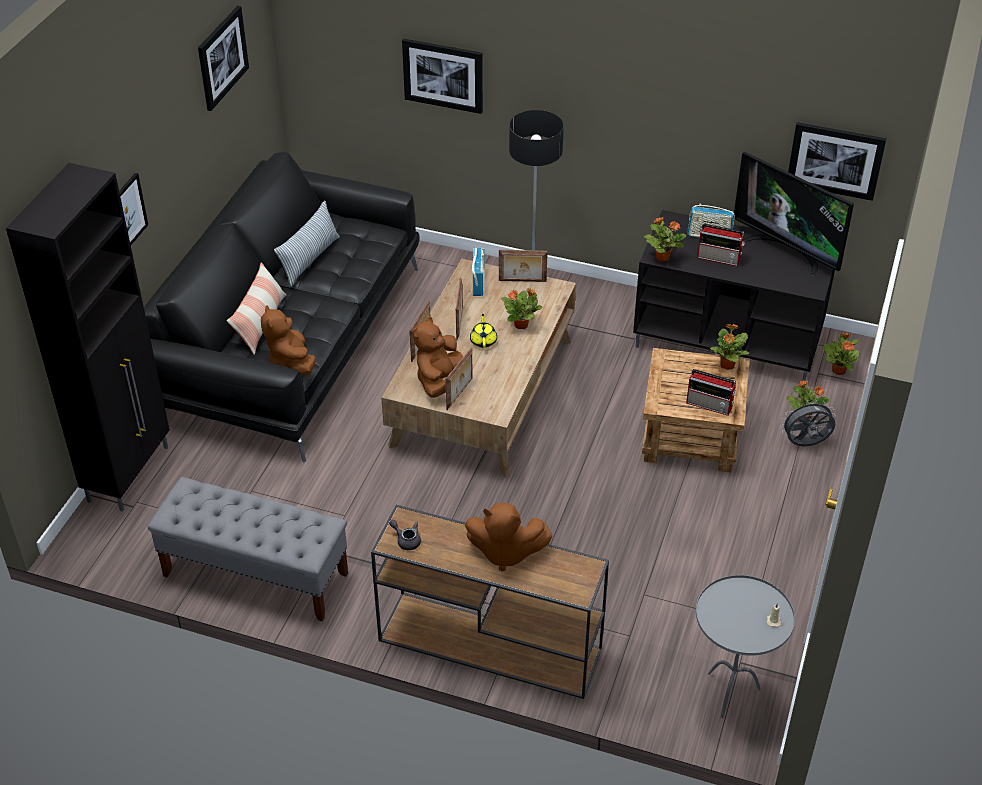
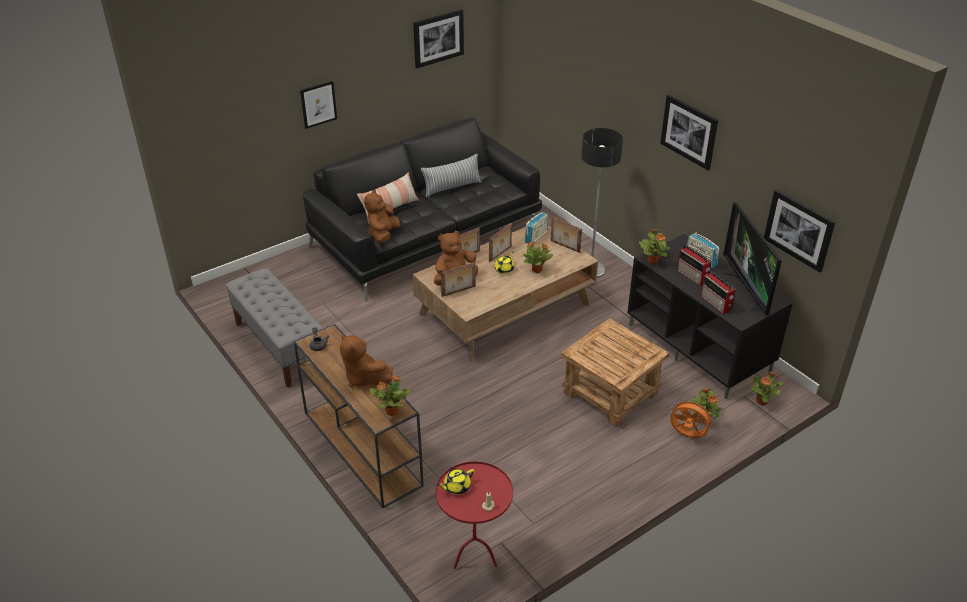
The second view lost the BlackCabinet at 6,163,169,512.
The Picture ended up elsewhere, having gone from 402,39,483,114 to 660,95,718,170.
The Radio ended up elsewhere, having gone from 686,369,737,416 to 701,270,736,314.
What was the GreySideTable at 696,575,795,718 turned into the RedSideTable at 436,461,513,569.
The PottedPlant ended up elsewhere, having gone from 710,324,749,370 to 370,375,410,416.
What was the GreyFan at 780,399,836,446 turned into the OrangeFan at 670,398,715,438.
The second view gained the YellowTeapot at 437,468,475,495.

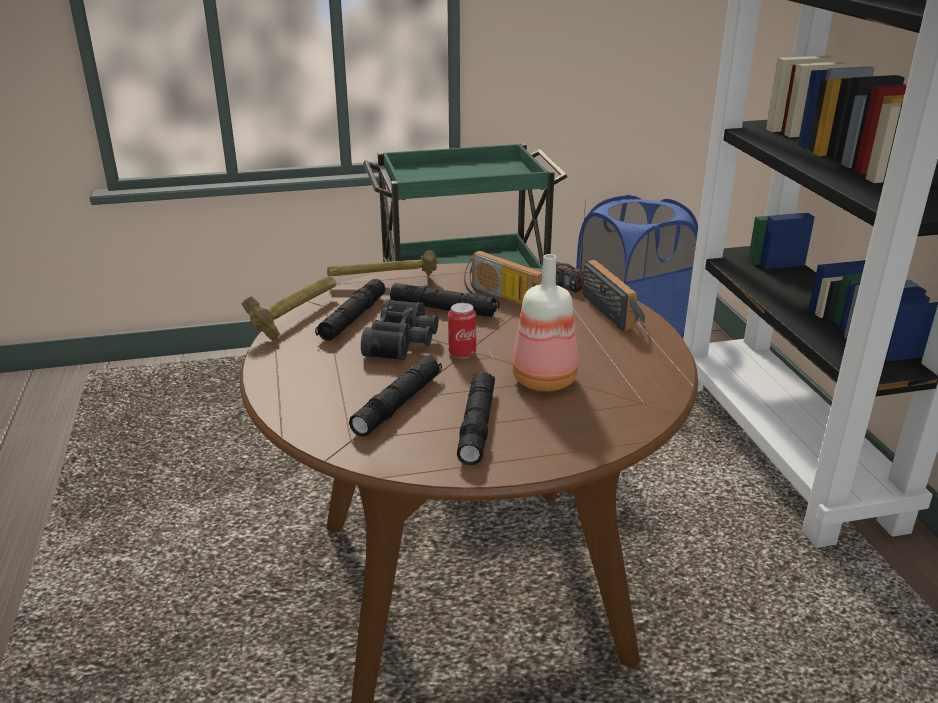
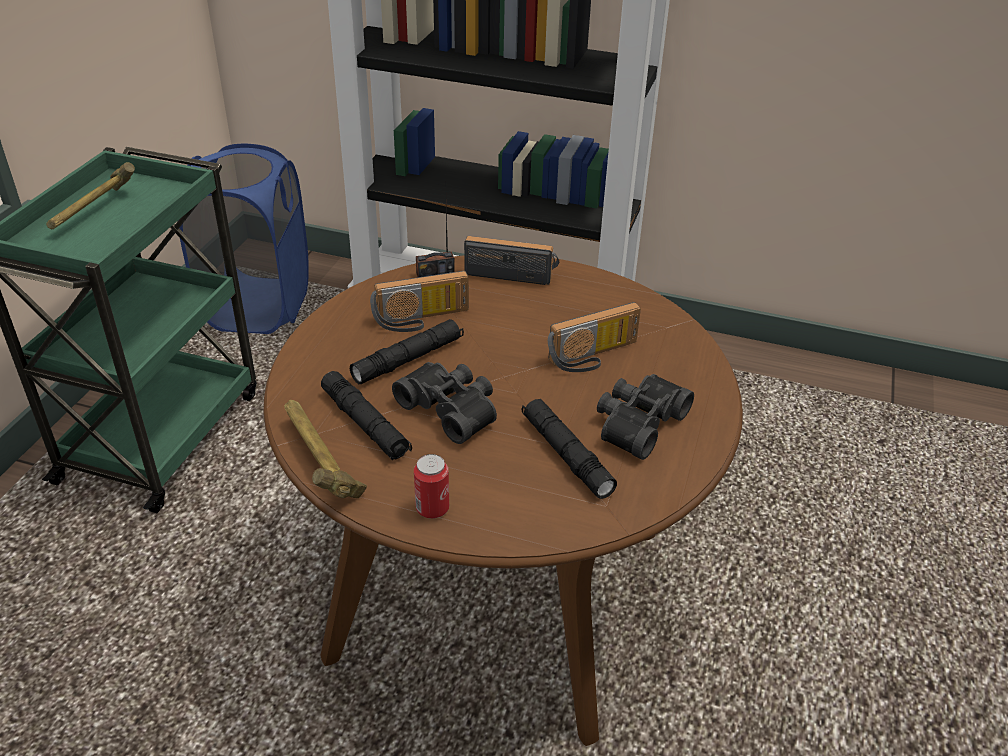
The Hammer ended up elsewhere, having gone from 327,250,438,276 to 46,162,135,229.
The Can ended up elsewhere, having gone from 448,303,476,359 to 414,454,449,519.
Where the BlackFlashlight stood at 457,372,495,465, the BlackBinoculars came to stand at 597,374,694,460.
Where the Bottle stood at 512,254,578,391, the Radio came to stand at 548,302,641,372.

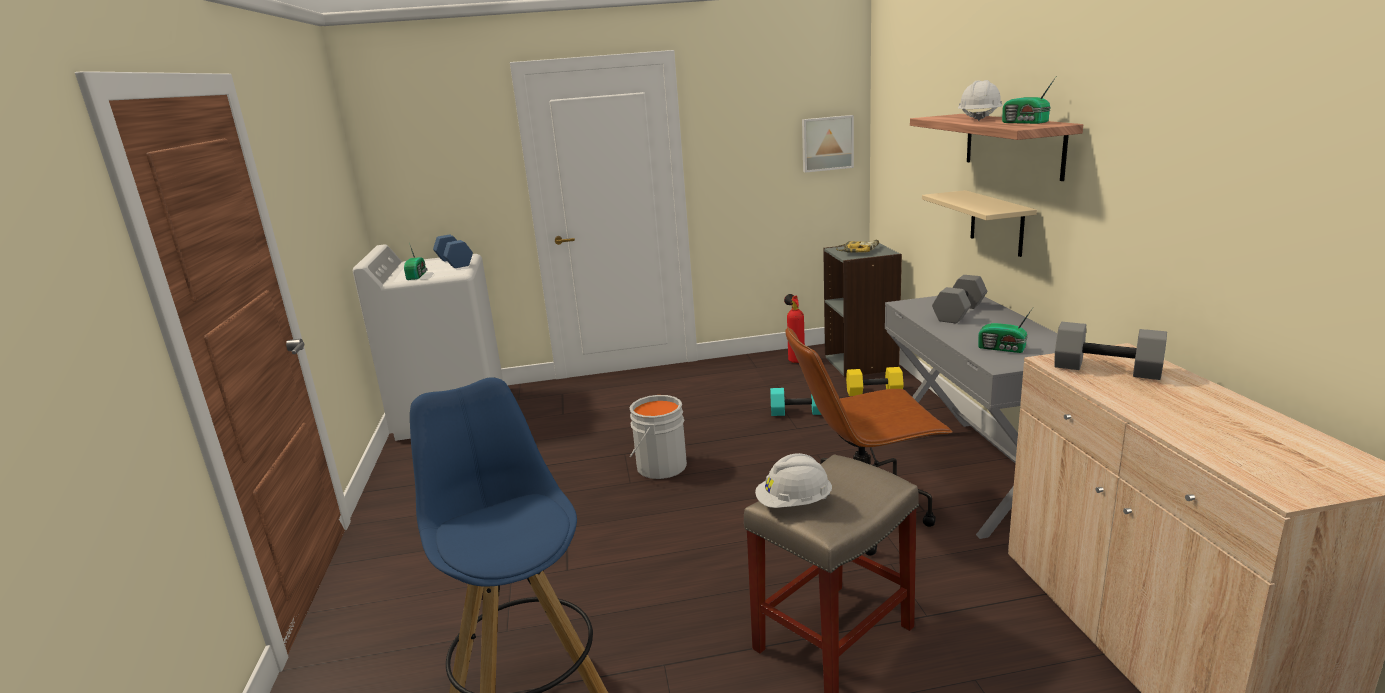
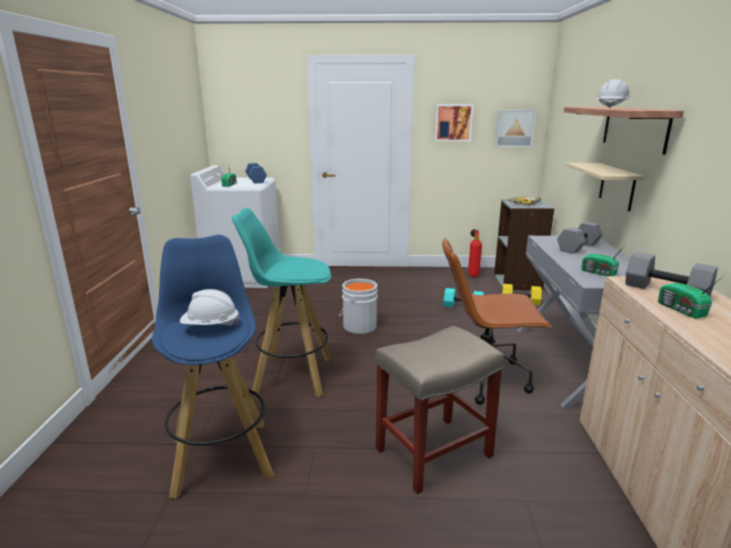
The WhiteHardHat ended up elsewhere, having gone from 755,453,832,508 to 180,289,240,325.
The Radio ended up elsewhere, having gone from 1002,77,1056,124 to 658,277,722,319.
The second view gained the TurquoiseStool at 232,208,332,397.
The second view gained the Picture at 435,104,473,141.

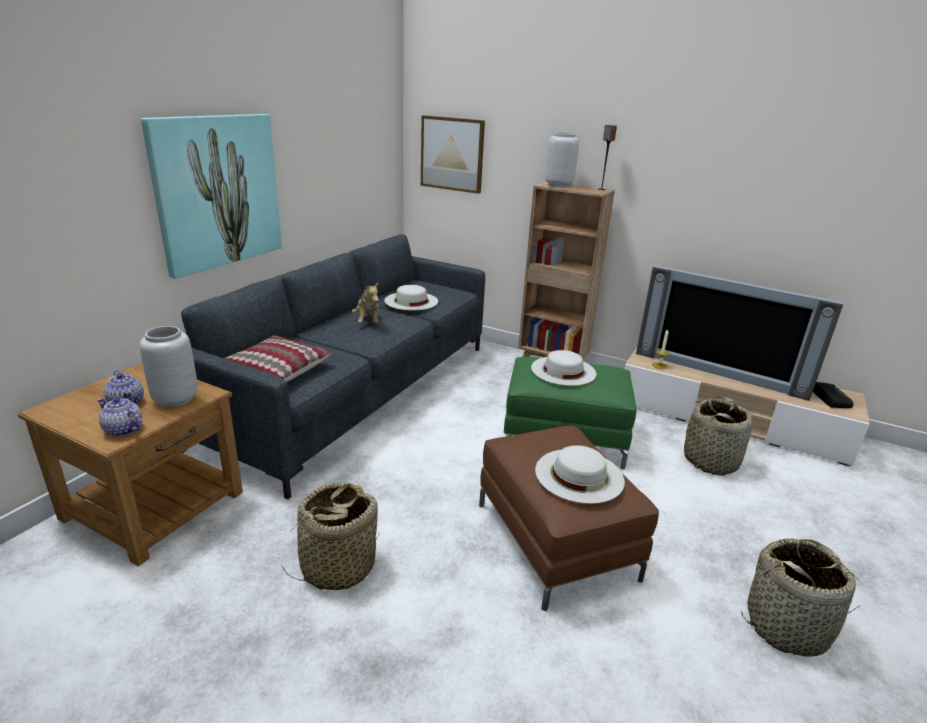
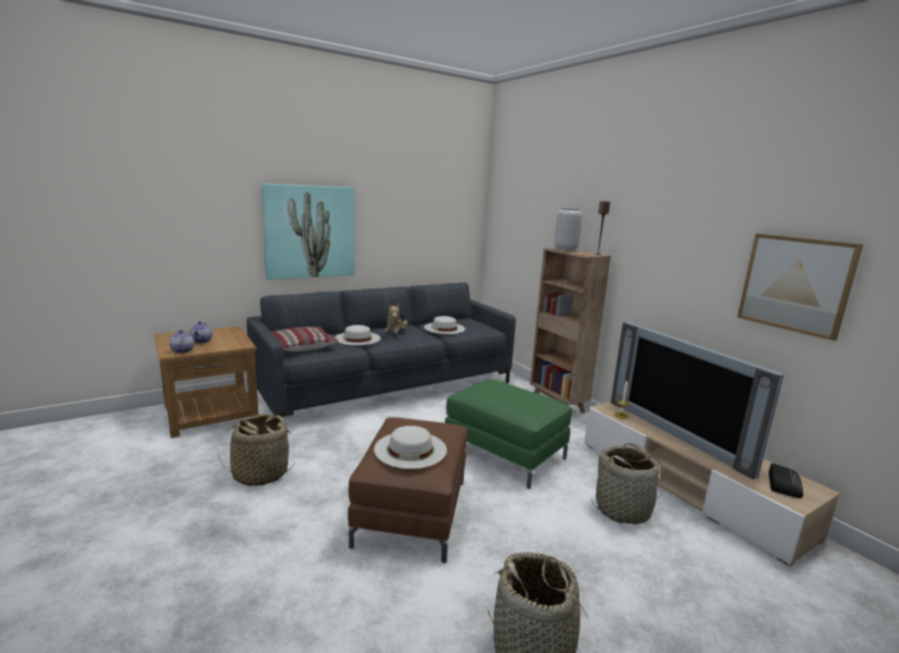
The second view lost the GreyVase at 139,326,198,407.
The Picture ended up elsewhere, having gone from 421,115,485,194 to 737,234,863,341.
The WhiteHat ended up elsewhere, having gone from 531,350,597,386 to 334,325,381,345.

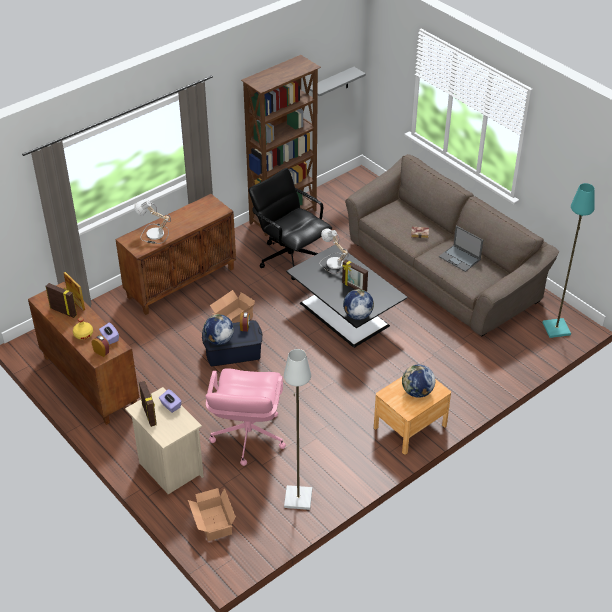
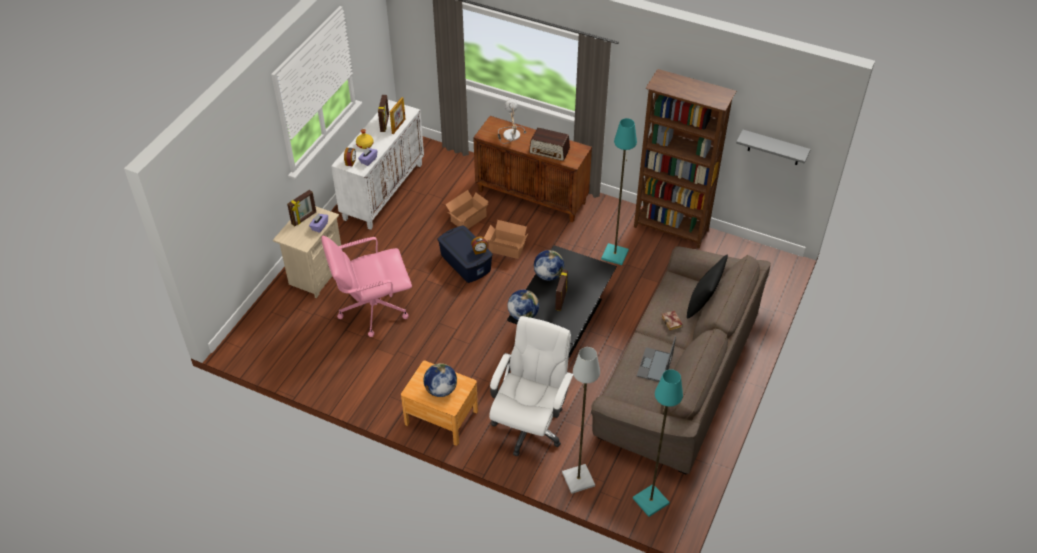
What was the BrownCabinet at 28,282,139,425 turned into the WhiteCabinet at 331,100,424,230.
The CardboardBox ended up elsewhere, having gone from 188,488,236,541 to 446,190,489,229.
The Globe ended up elsewhere, having gone from 203,314,234,345 to 534,250,564,281.
Where the BlackOfficeChair stood at 248,168,332,280, the TurquoiseFloorLamp came to stand at 601,118,637,265.
The GreyFloorLamp ended up elsewhere, having gone from 284,349,312,510 to 562,347,600,494.
The second view lost the TableLamp at 319,229,349,274.
The second view gained the WhiteOfficeChair at 489,316,573,456.
The second view gained the Radio at 529,128,570,161.
The second view gained the BlackPillow at 687,255,728,319.

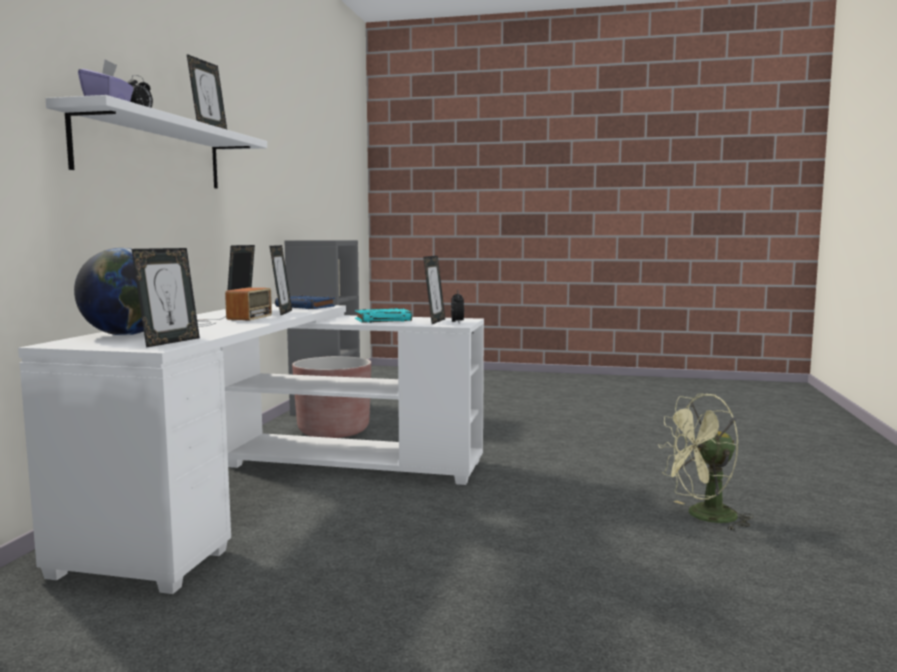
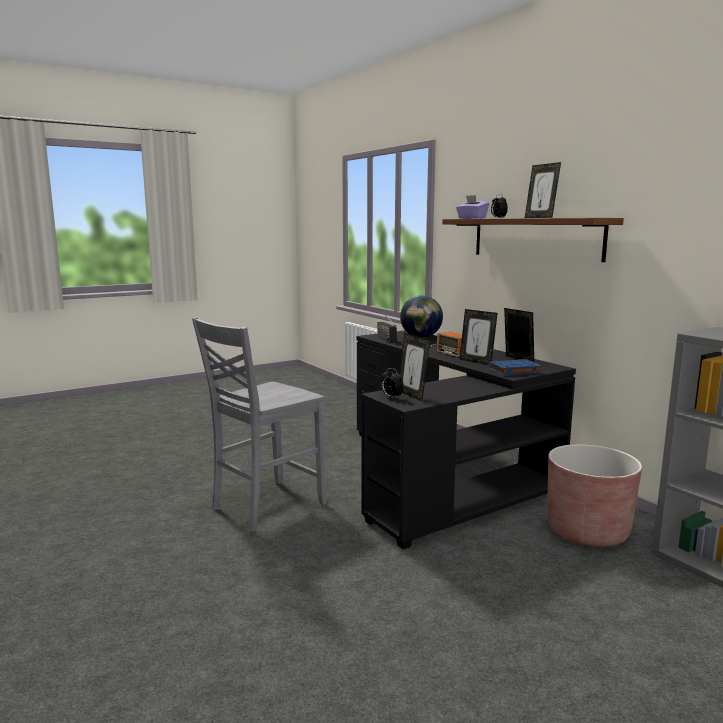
What was the WhiteDesk at 18,304,484,594 turned into the BlackDesk at 357,330,576,549.
What was the WhiteShelf at 46,95,267,188 turned into the BrownShelf at 442,218,624,262.
Where the PictureFrame stood at 132,248,200,348, the Radio came to stand at 377,307,397,343.
The second view lost the TurquoiseBook at 355,308,412,323.
The second view lost the GreenFan at 658,393,754,531.
The second view gained the GreyChair at 192,317,327,532.

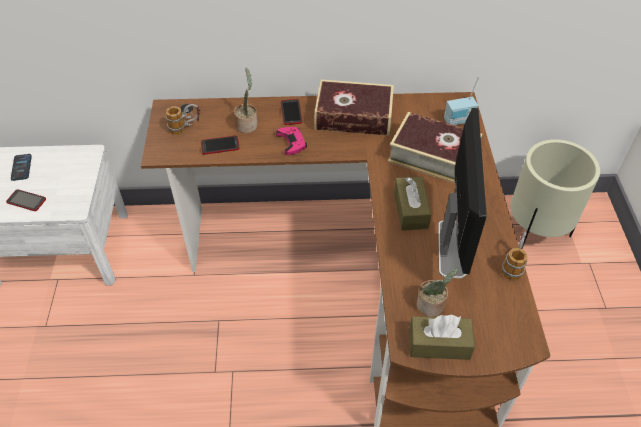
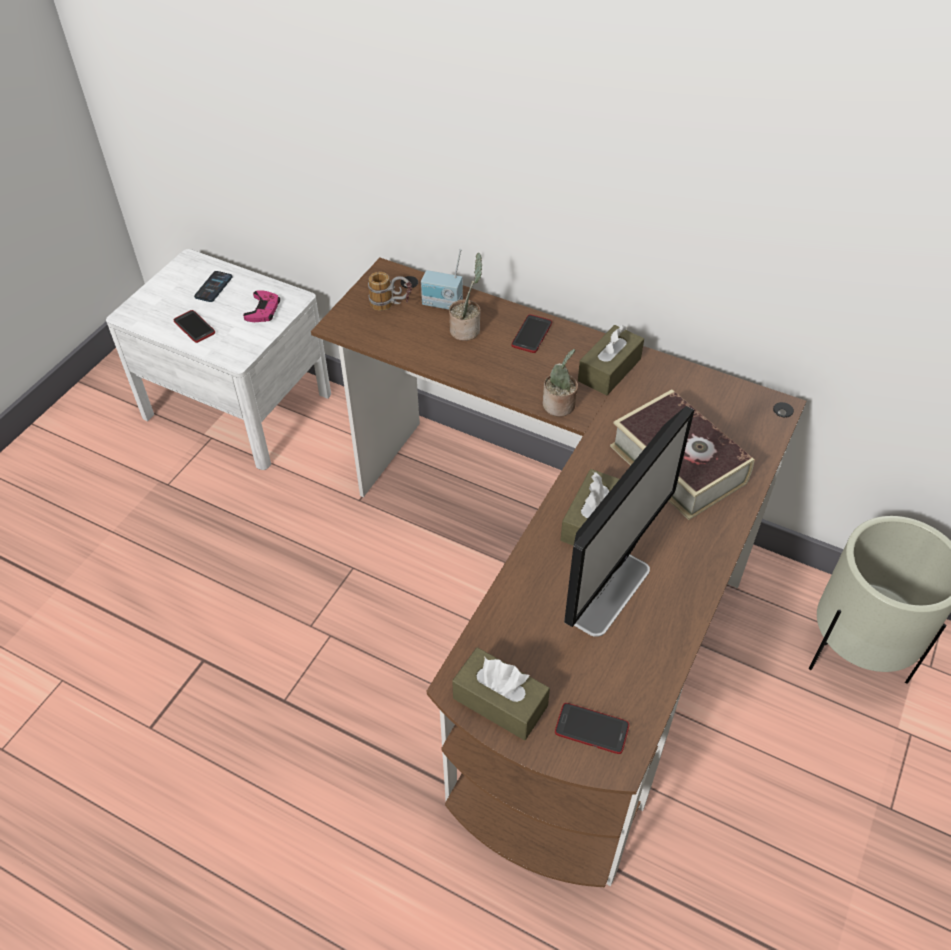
The Phone ended up elsewhere, having gone from 201,136,240,155 to 555,703,629,754.
The PinkGameController ended up elsewhere, having gone from 276,127,307,155 to 243,290,280,322.
Where the Book stood at 315,80,394,136, the BrownTissueBox came to stand at 578,325,644,395.
The PottedPlant ended up elsewhere, having gone from 417,268,458,317 to 543,349,578,416.
The Radio ended up elsewhere, having gone from 444,77,479,125 to 421,249,463,310.
The second view lost the Mug at 501,231,528,281.

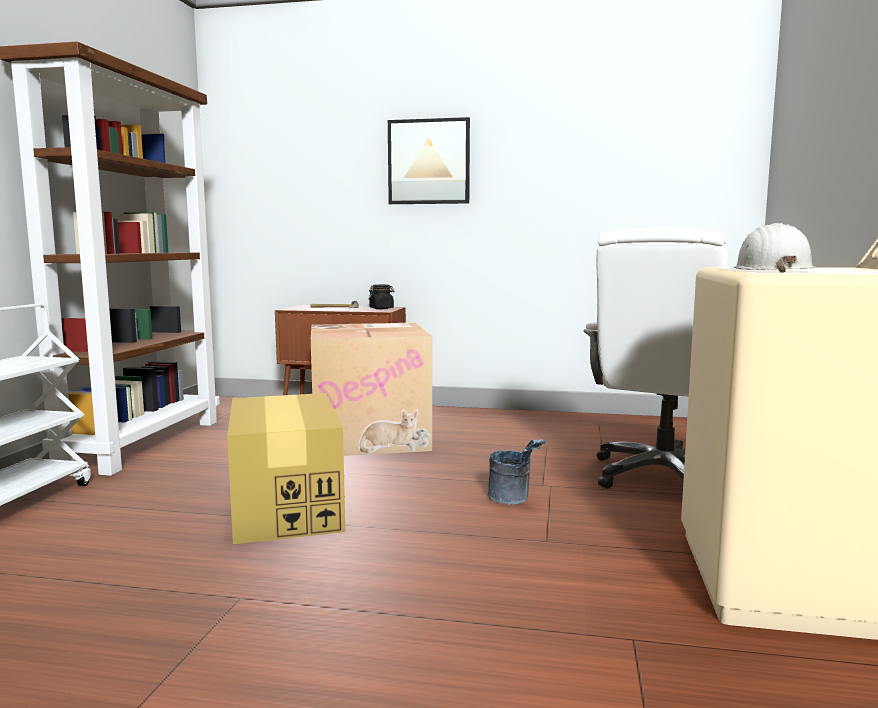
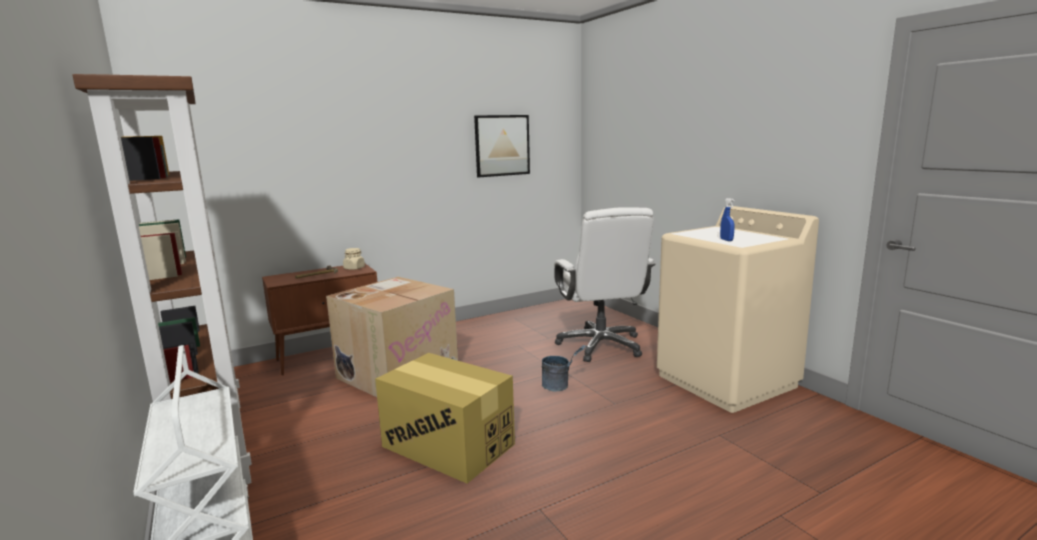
What was the BlackJar at 369,284,395,309 turned into the BeigeJar at 343,248,365,270.
The Picture ended up elsewhere, having gone from 388,117,470,204 to 474,115,530,177.
Where the WhiteHardHat stood at 734,223,816,273, the BlueSprayBottle came to stand at 720,198,735,241.

